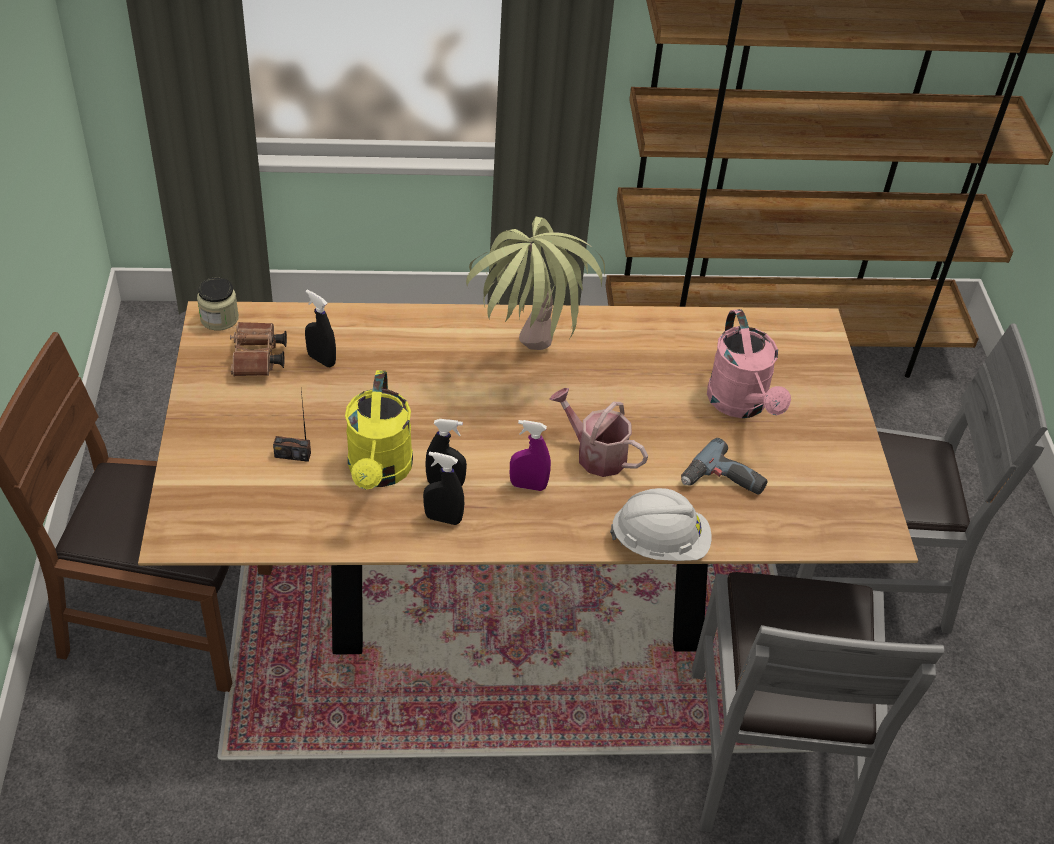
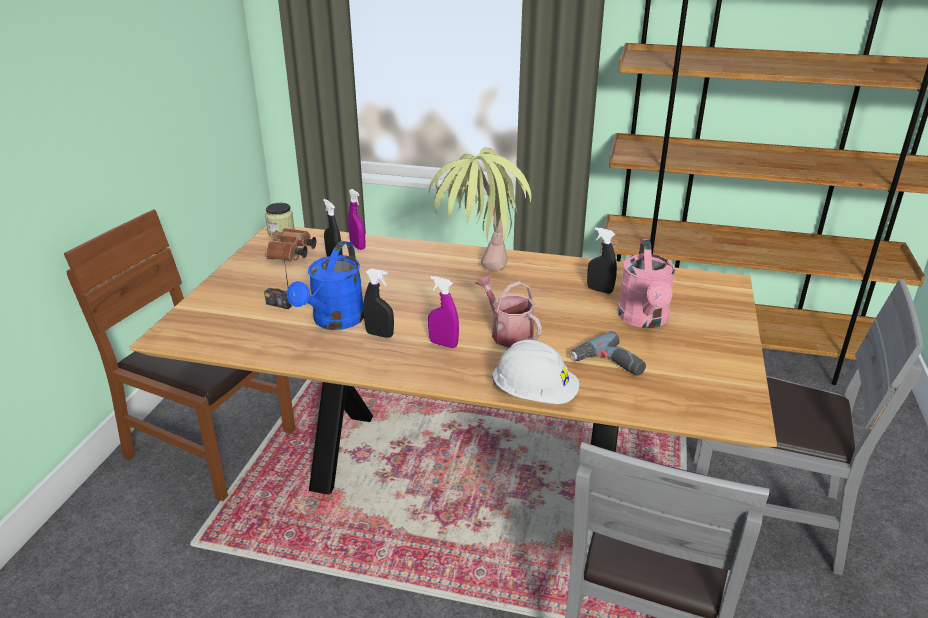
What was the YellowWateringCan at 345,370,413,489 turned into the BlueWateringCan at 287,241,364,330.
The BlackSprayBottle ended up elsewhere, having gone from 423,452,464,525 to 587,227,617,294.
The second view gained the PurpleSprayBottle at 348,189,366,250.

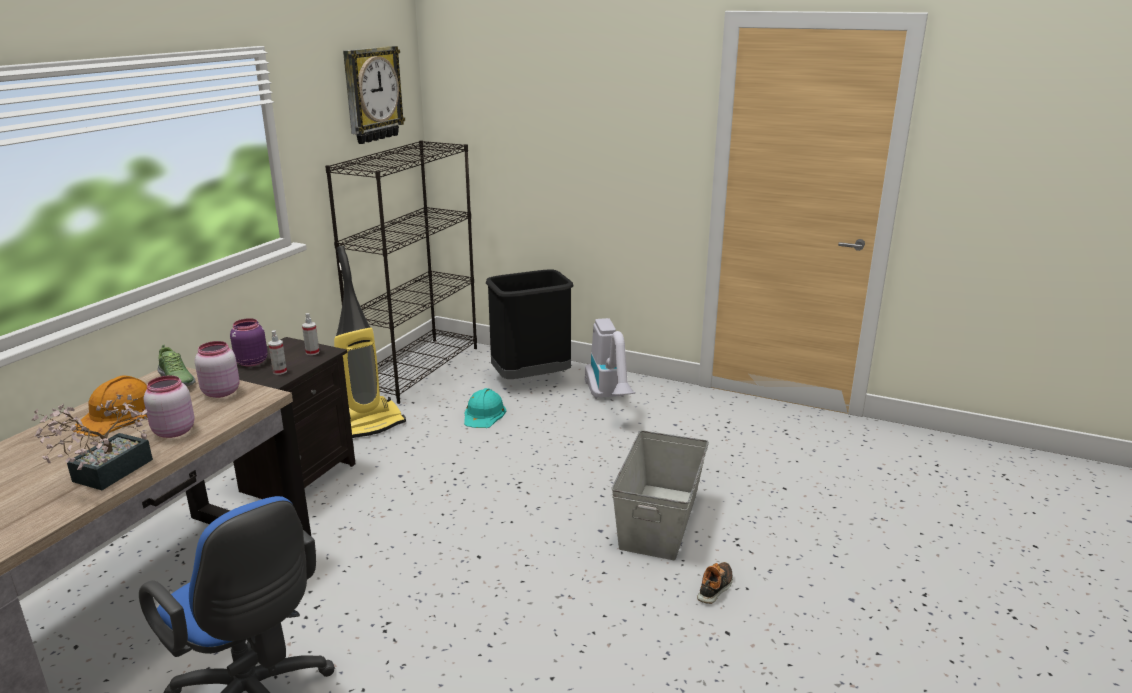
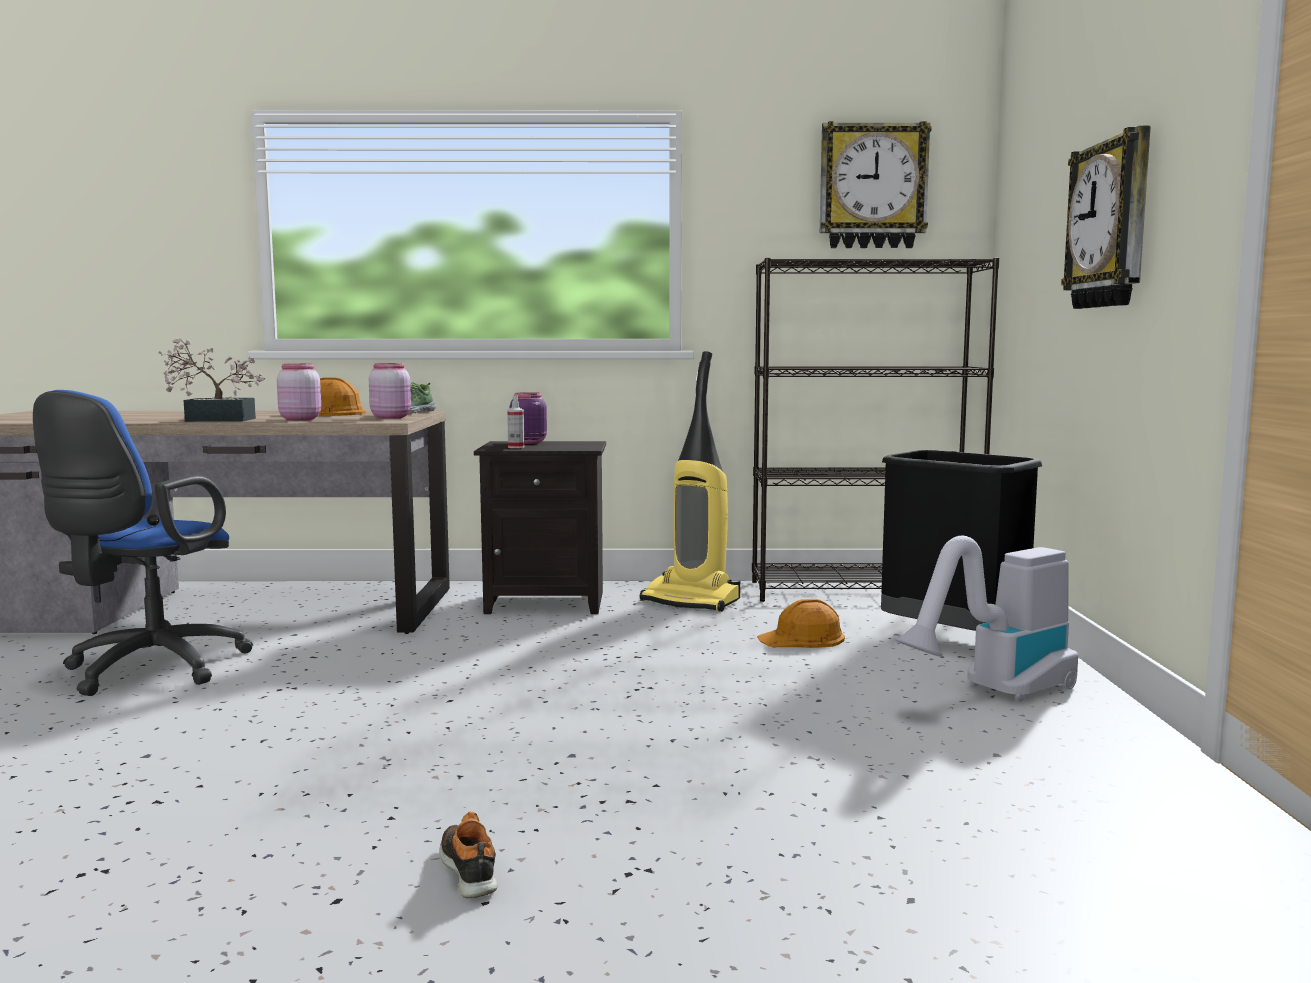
The second view lost the SprayBottle at 302,313,319,355.
What was the TurquoiseHardHat at 464,388,506,428 turned into the OrangeHardHat at 757,599,845,648.
The second view lost the GreyStorageBox at 611,430,709,560.
The Shoe at 697,562,733,604 ended up facing another way, 120 degrees counterclockwise from before.
The second view gained the WallClock at 1061,125,1151,309.

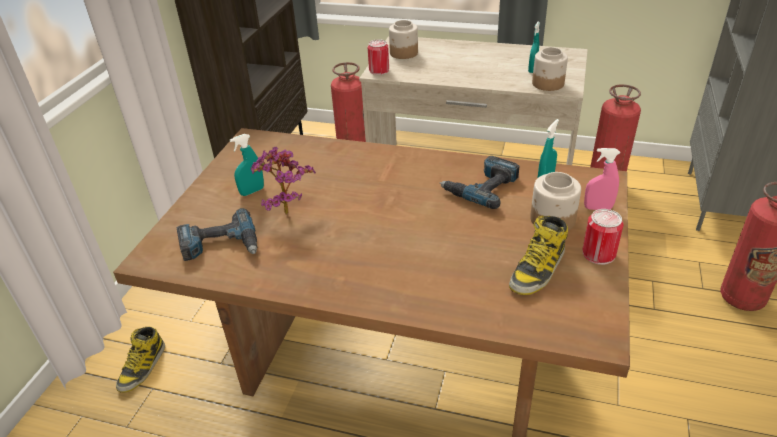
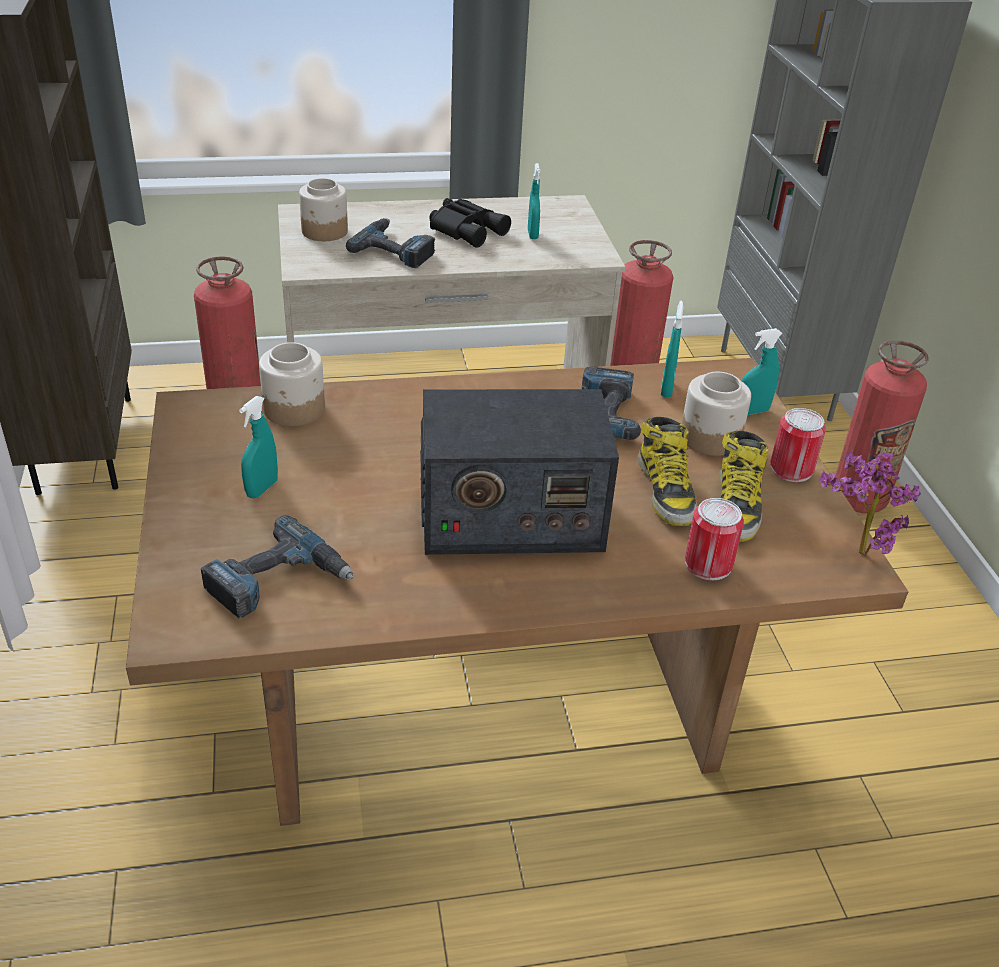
The Boot ended up elsewhere, having gone from 116,327,165,393 to 637,417,697,526.
The PottedPlant ended up elsewhere, having gone from 251,147,316,215 to 820,450,921,555.
The Can ended up elsewhere, having gone from 367,39,389,75 to 685,498,744,580.
The Jar ended up elsewhere, having gone from 532,47,568,91 to 259,342,325,426.
What was the PinkSprayBottle at 584,148,620,210 turned into the TurquoiseSprayBottle at 741,328,783,415.
The second view gained the PowerDrill at 346,218,435,268.
The second view gained the Radio at 420,389,619,555.
The second view gained the BlackBinoculars at 429,198,511,248.

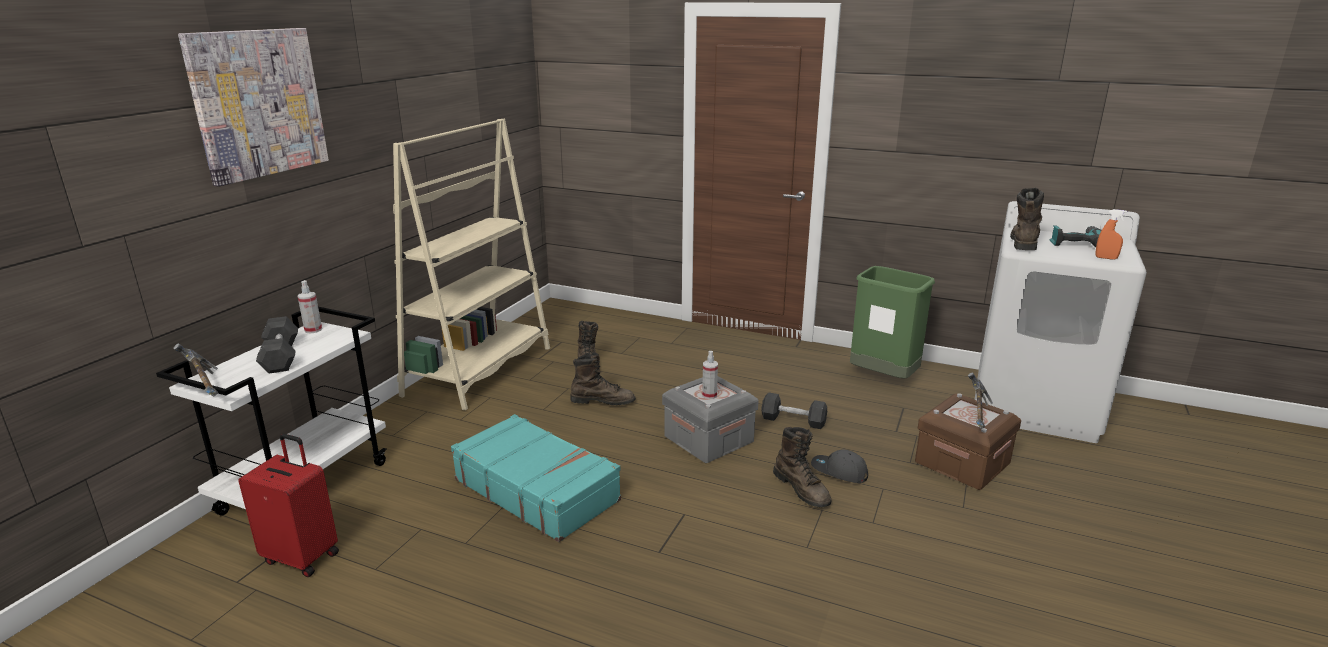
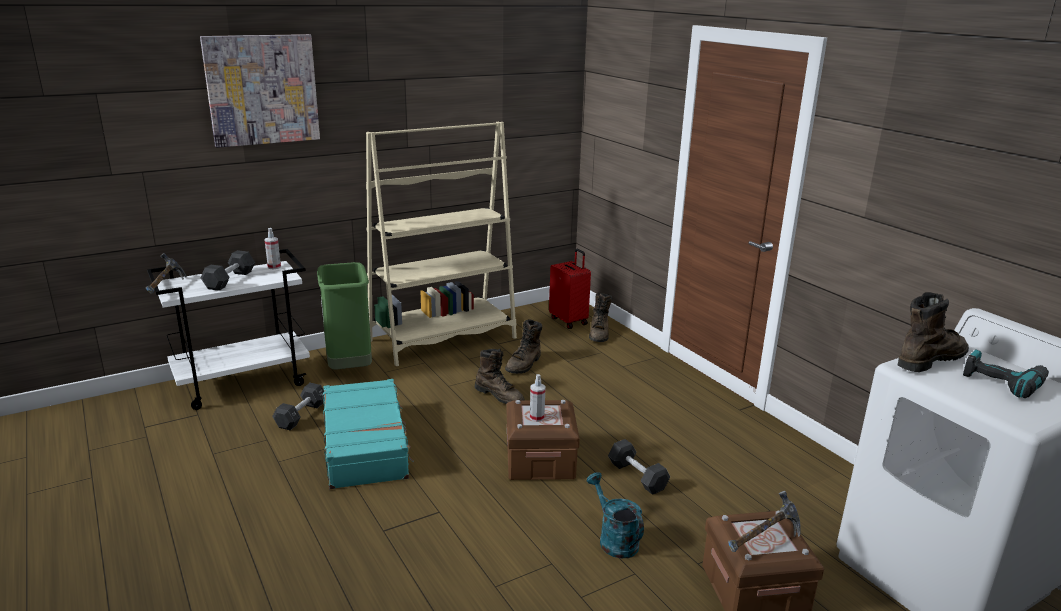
The RedSuitcase ended up elsewhere, having gone from 238,434,339,577 to 549,249,591,329.
What was the GreyStorageBox at 662,377,759,463 turned into the BrownStorageBox at 507,400,580,480.
The BrownBoot ended up elsewhere, having gone from 773,427,831,507 to 589,292,612,342.
Where the GreyCap stood at 811,449,868,483, the TurquoiseWateringCan came to stand at 587,472,644,558.
The GreenTrashCan ended up elsewhere, having gone from 850,266,935,379 to 317,262,372,370.
The second view lost the OrangeSprayBottle at 1095,209,1127,260.
The second view gained the BlackDumbbell at 272,383,325,430.

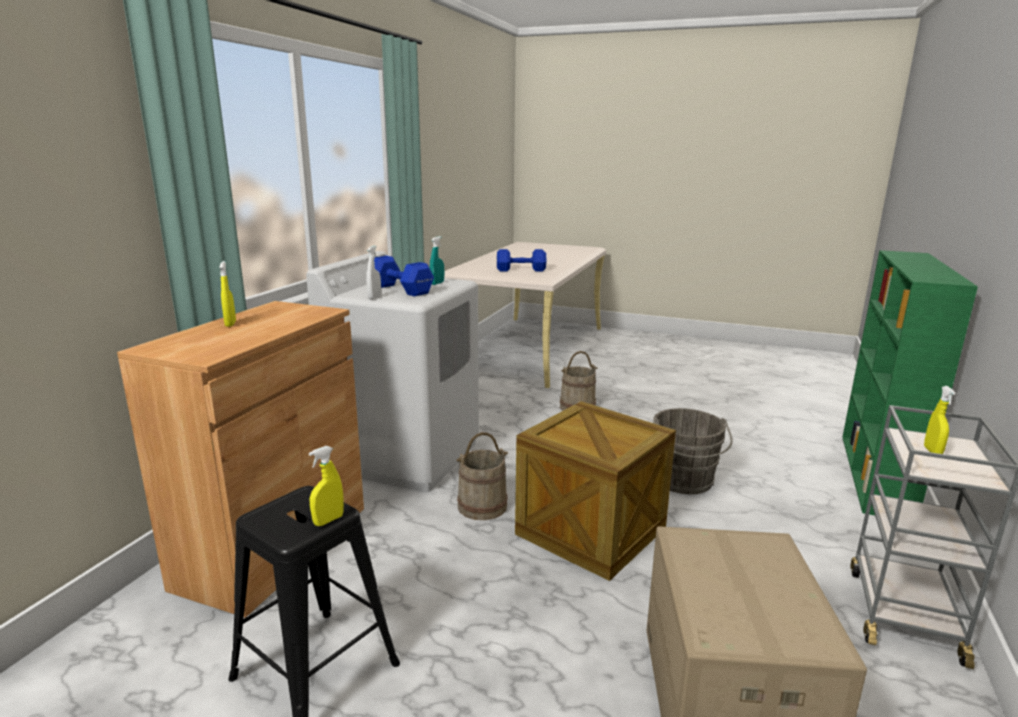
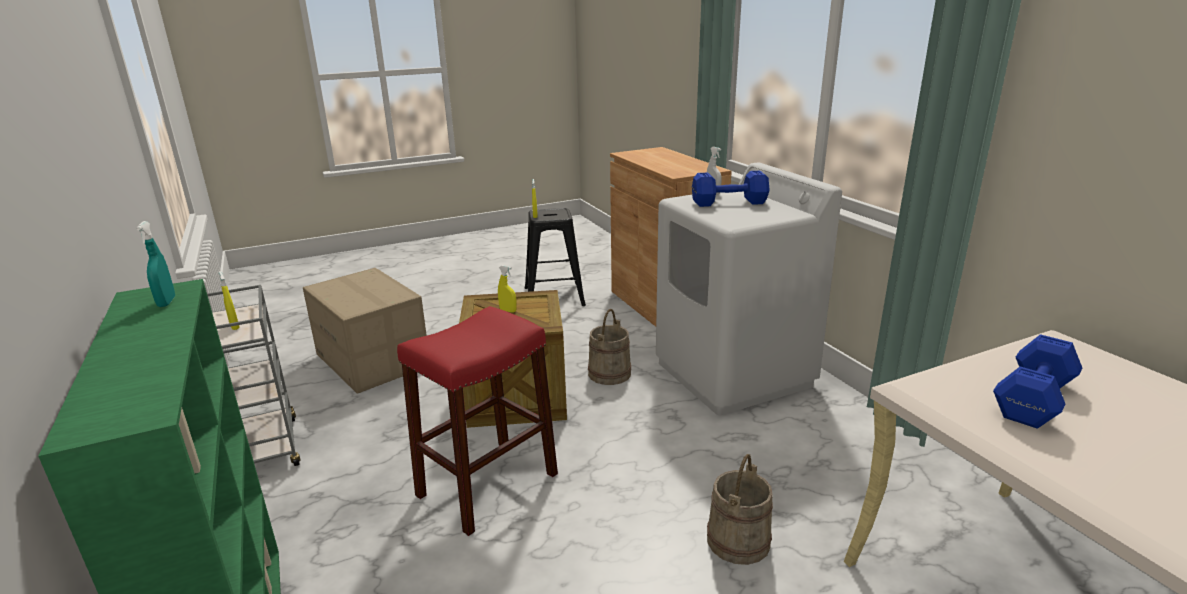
The YellowSprayBottle ended up elsewhere, having gone from 219,261,236,327 to 498,265,517,313.
The TurquoiseSprayBottle ended up elsewhere, having gone from 430,236,444,285 to 136,221,175,307.
Where the GreyBucket stood at 653,408,733,494, the RedStool came to stand at 397,306,558,536.

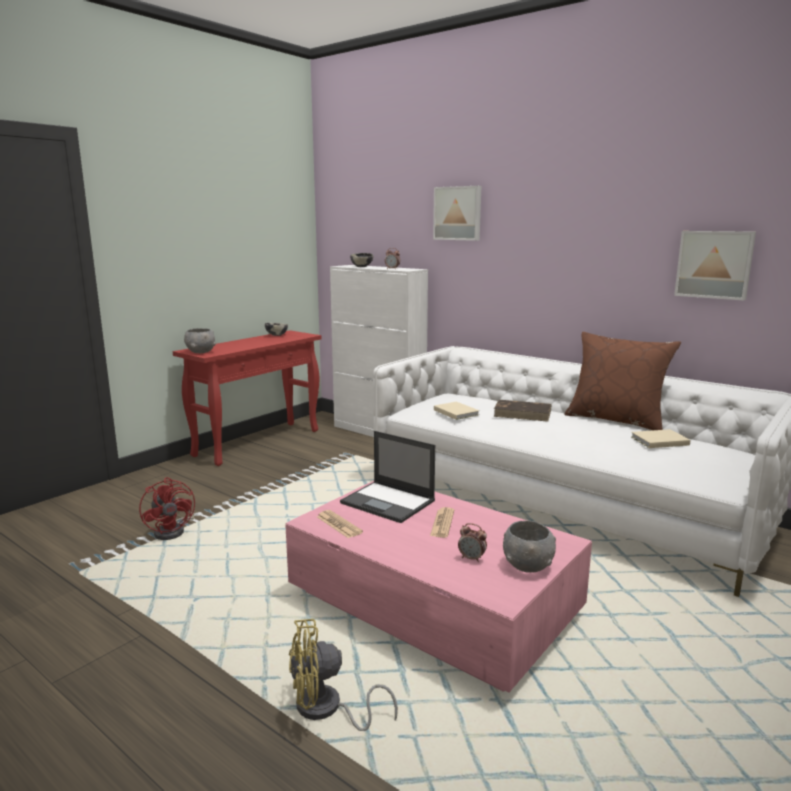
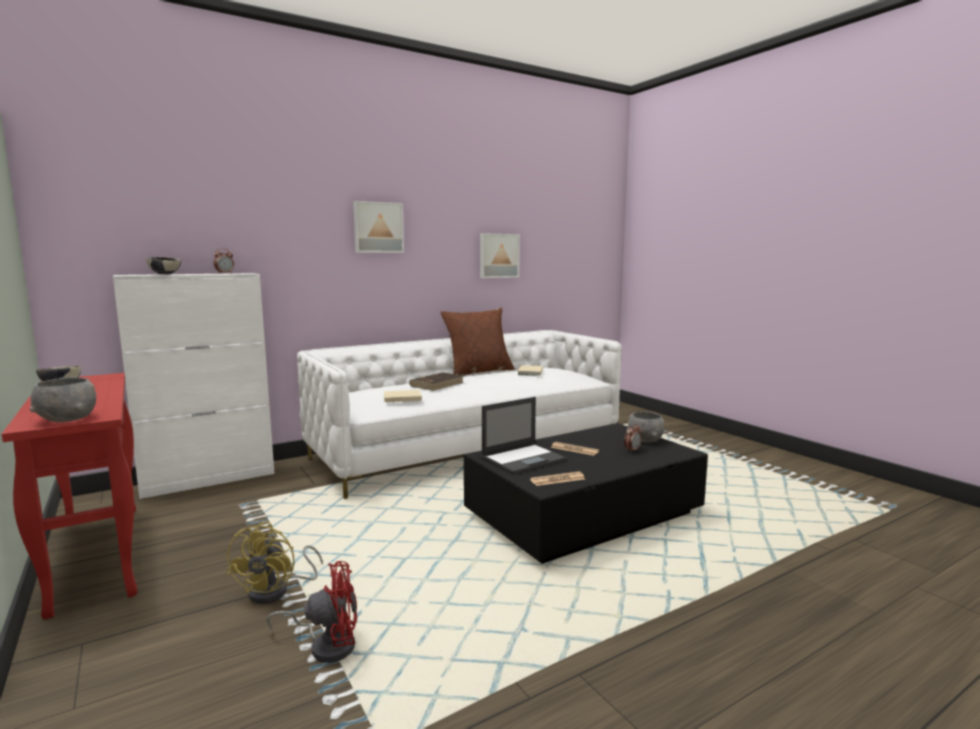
What was the PinkCoffeeTable at 285,481,592,693 turned into the BlackCoffeeTable at 464,423,708,564.
The YellowFan ended up elsewhere, having gone from 289,619,398,731 to 226,521,323,604.
The Picture ended up elsewhere, having gone from 433,186,481,241 to 353,201,404,253.

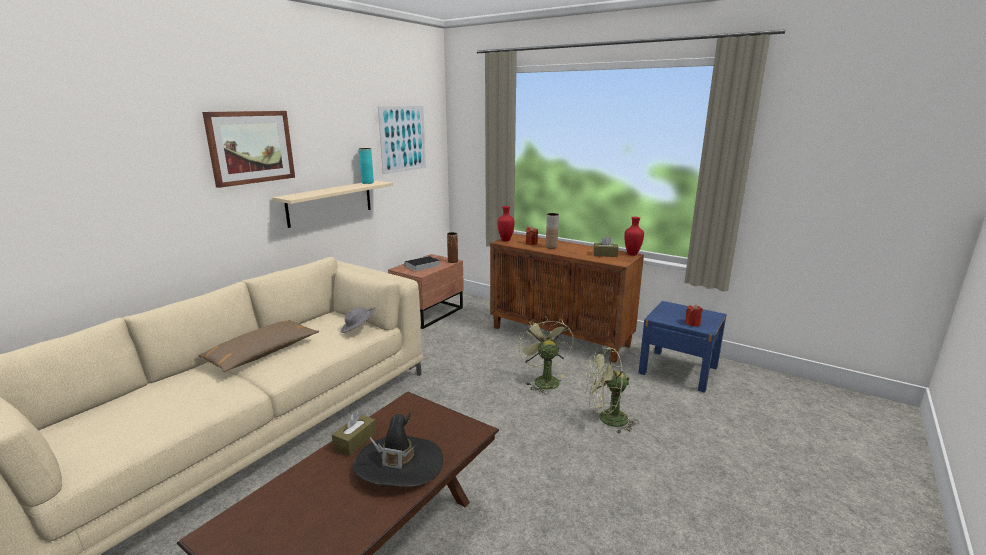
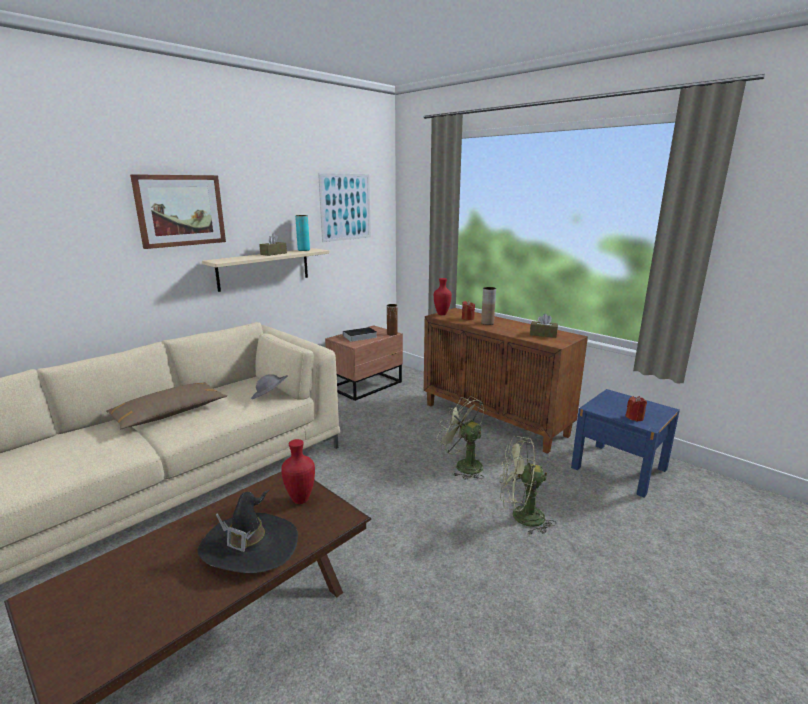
The BrownTissueBox ended up elsewhere, having gone from 332,411,377,456 to 259,233,287,256.
The GreenFan at 518,316,573,394 ended up facing another way, 45 degrees counterclockwise from before.
The RedVase ended up elsewhere, having gone from 624,217,644,256 to 281,439,315,504.

